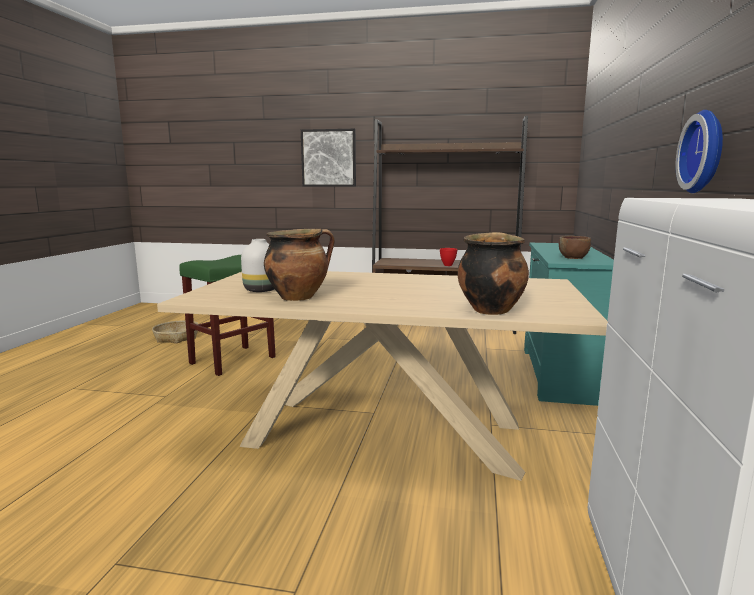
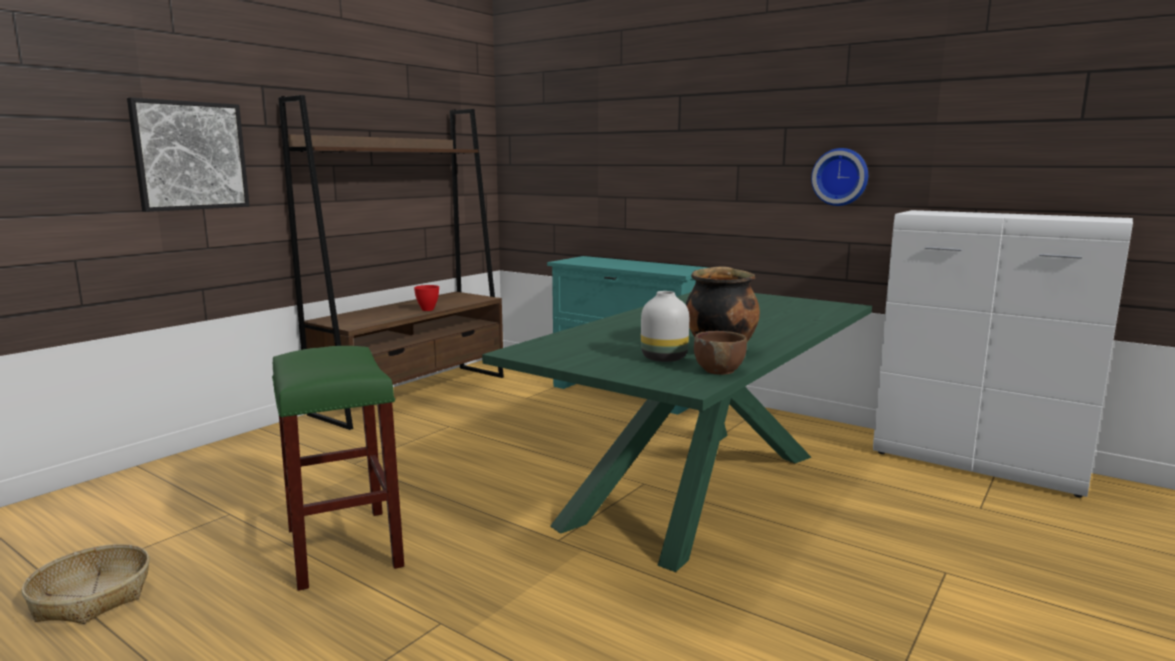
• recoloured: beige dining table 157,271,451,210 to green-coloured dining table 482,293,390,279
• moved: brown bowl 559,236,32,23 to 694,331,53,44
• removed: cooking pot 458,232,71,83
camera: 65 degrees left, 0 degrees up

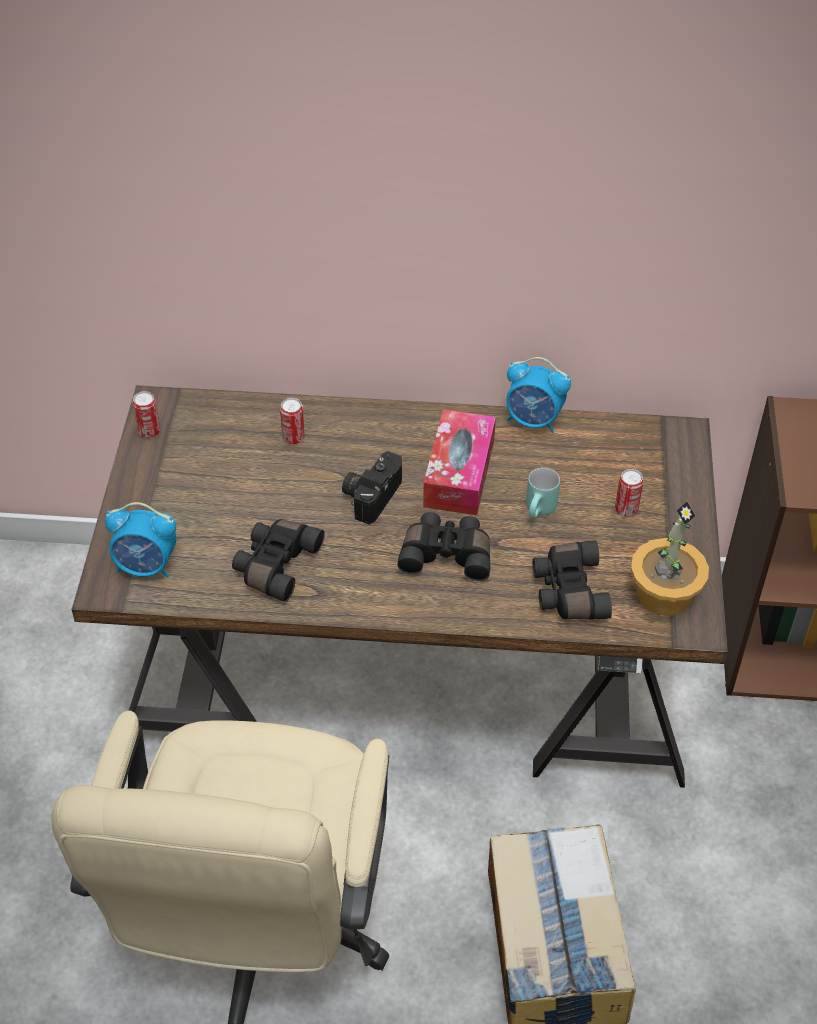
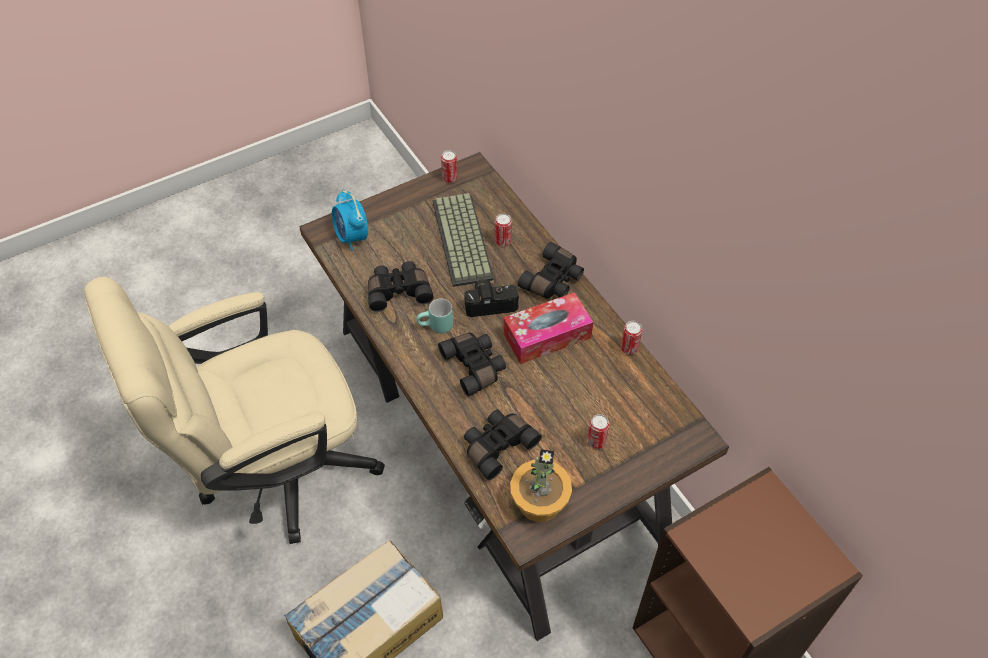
• moved: turquoise tea mug 526,467,34,52 to 417,299,36,35
• added: computer keyboard 433,193,61,94
• added: black pair of binoculars 518,242,66,56
• replaced: table clock 506,357,65,76 to sealed can 621,321,21,34
camera: 55 degrees right, 5 degrees up

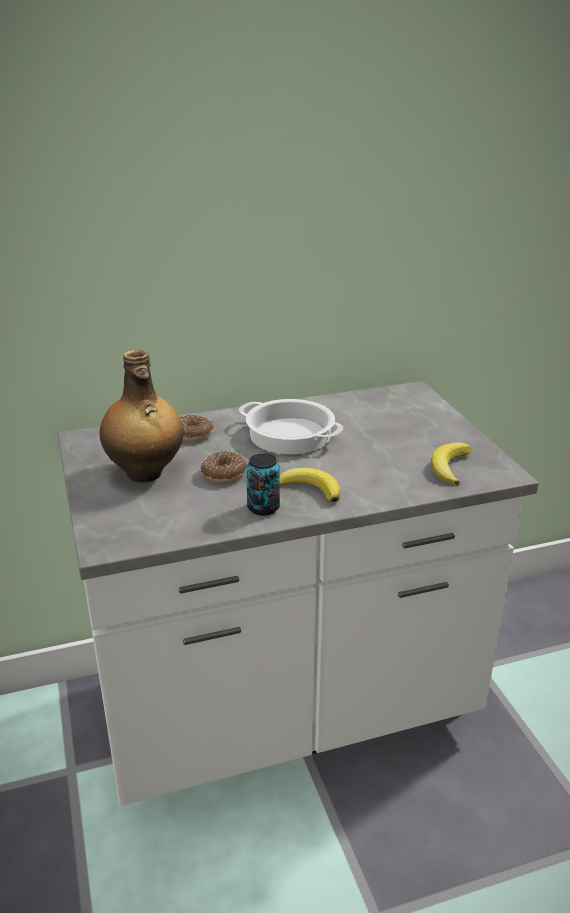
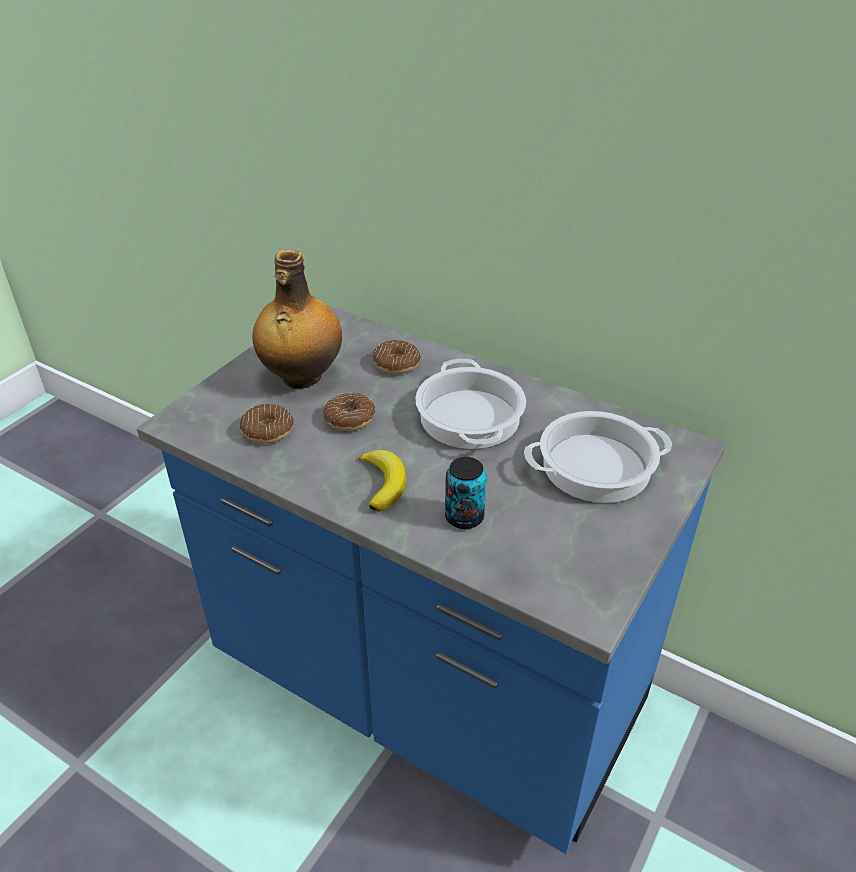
• recoloured: white-coloured kitchen base unit 57,381,482,425 to bluish kitchen base unit 137,305,589,549
• added: doughnut 240,404,54,39
• moved: sealed can 246,453,34,63 to 445,457,42,72
• added: cooking pot 524,411,148,92
• removed: banana fruit 431,442,40,43
camera: 50 degrees right, 10 degrees up

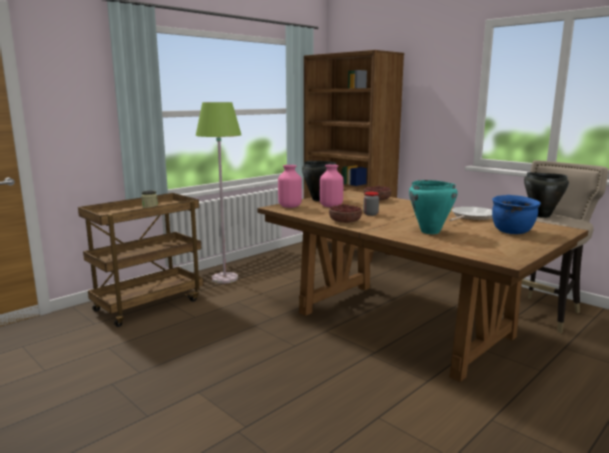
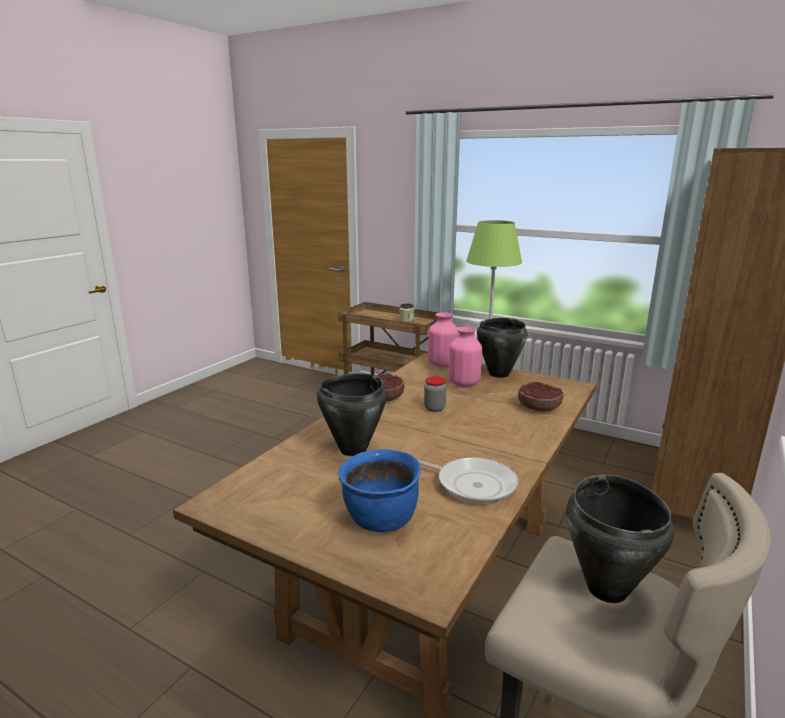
• recoloured: turquoise cooking pot 409,180,49,54 to black cooking pot 317,373,70,83
camera: 75 degrees right, 5 degrees up

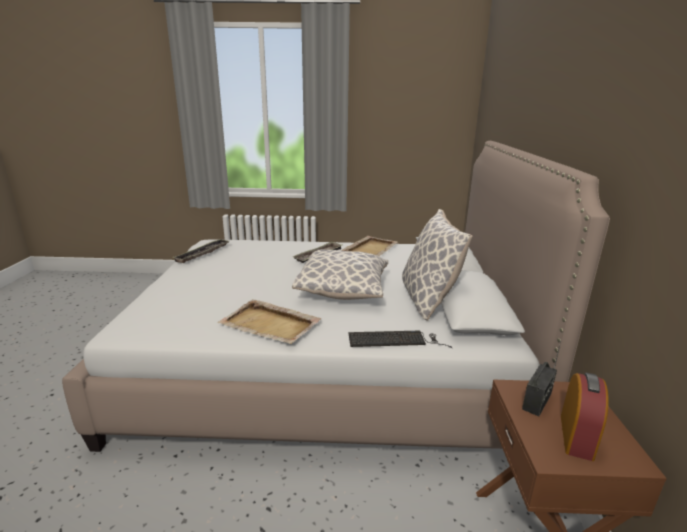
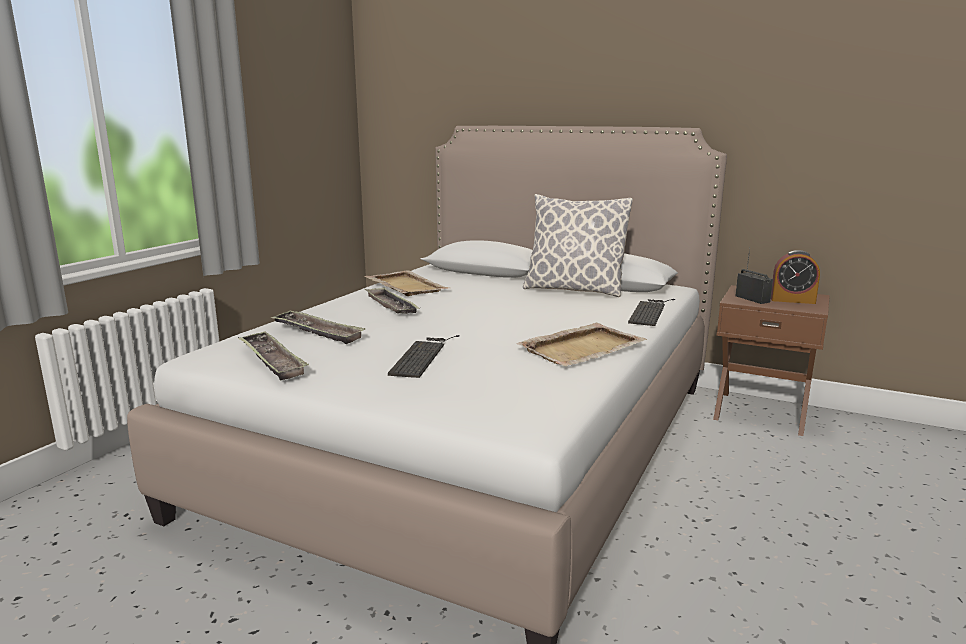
• added: tray 271,310,94,34
• added: computer keyboard 388,335,72,43
• turned: table clock 561,373,47,88 = 771,250,49,54 150 degrees clockwise
• removed: throw pillow 292,250,96,50
camera: 65 degrees left, 5 degrees down

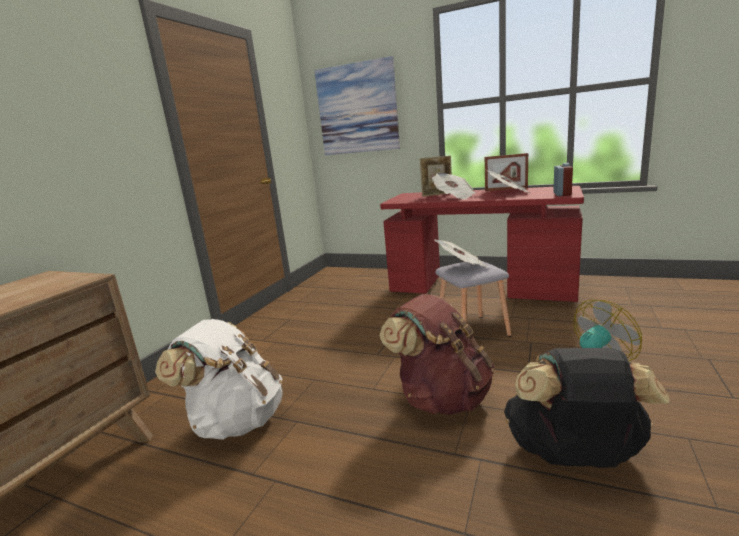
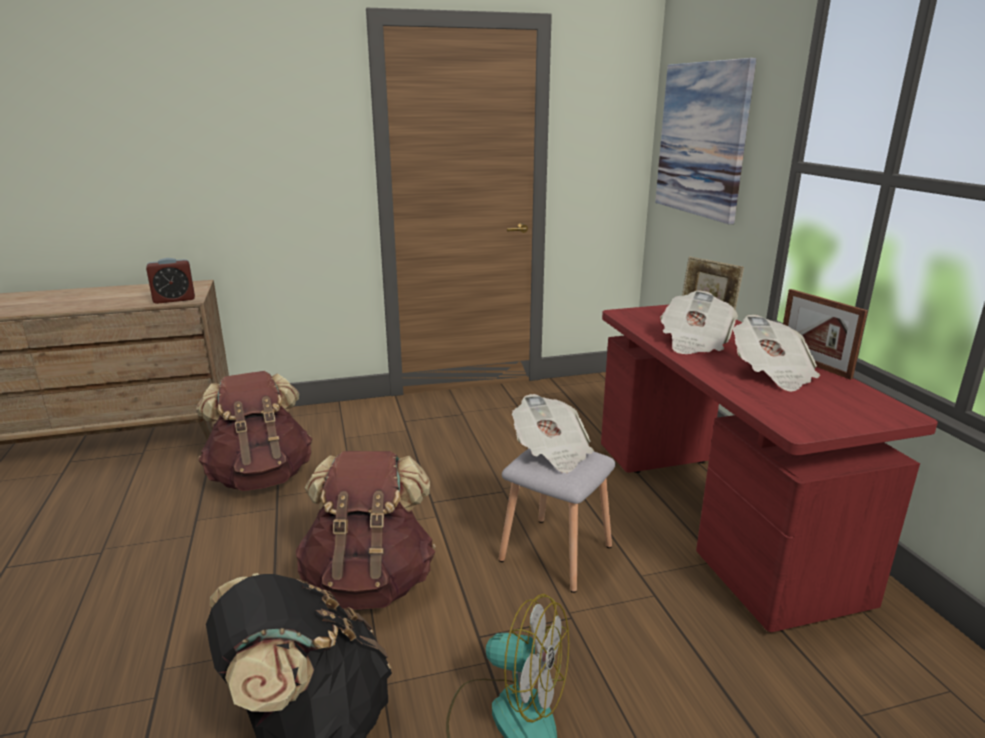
• moved: table clock 553,163,20,33 to 146,258,49,46
• recoloured: white-coloured backpack 155,319,128,121 to brown backpack 196,371,116,120
camera: 50 degrees right, 5 degrees up

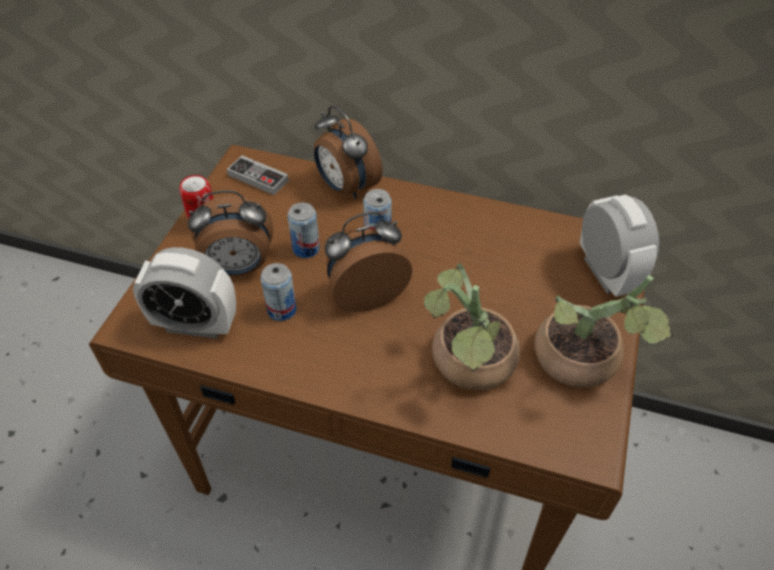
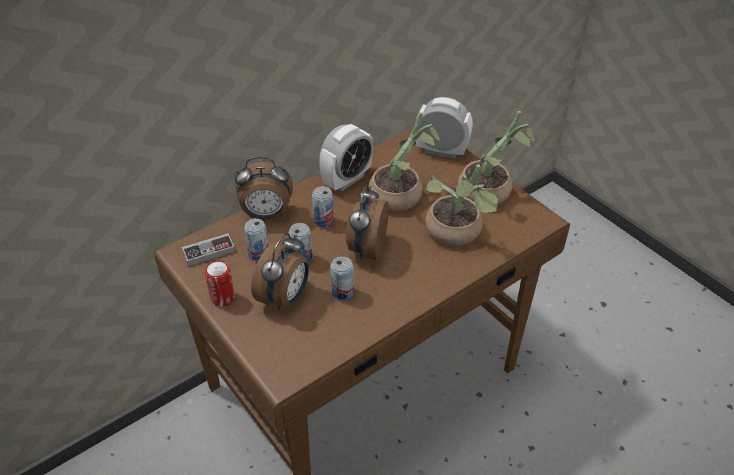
• added: sealed can 244,218,25,43
• moved: table clock 133,247,103,92 to 319,124,54,68
• added: potted plant 368,112,72,100
camera: 55 degrees left, 5 degrees down

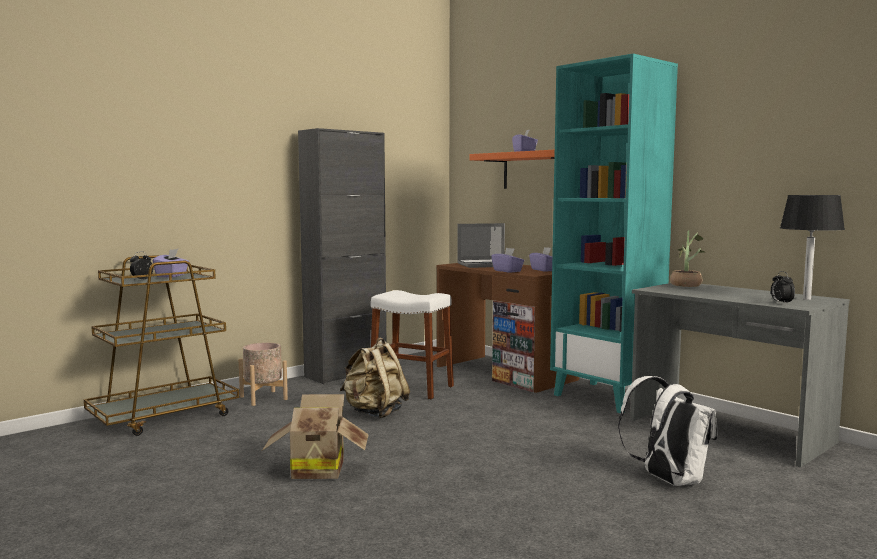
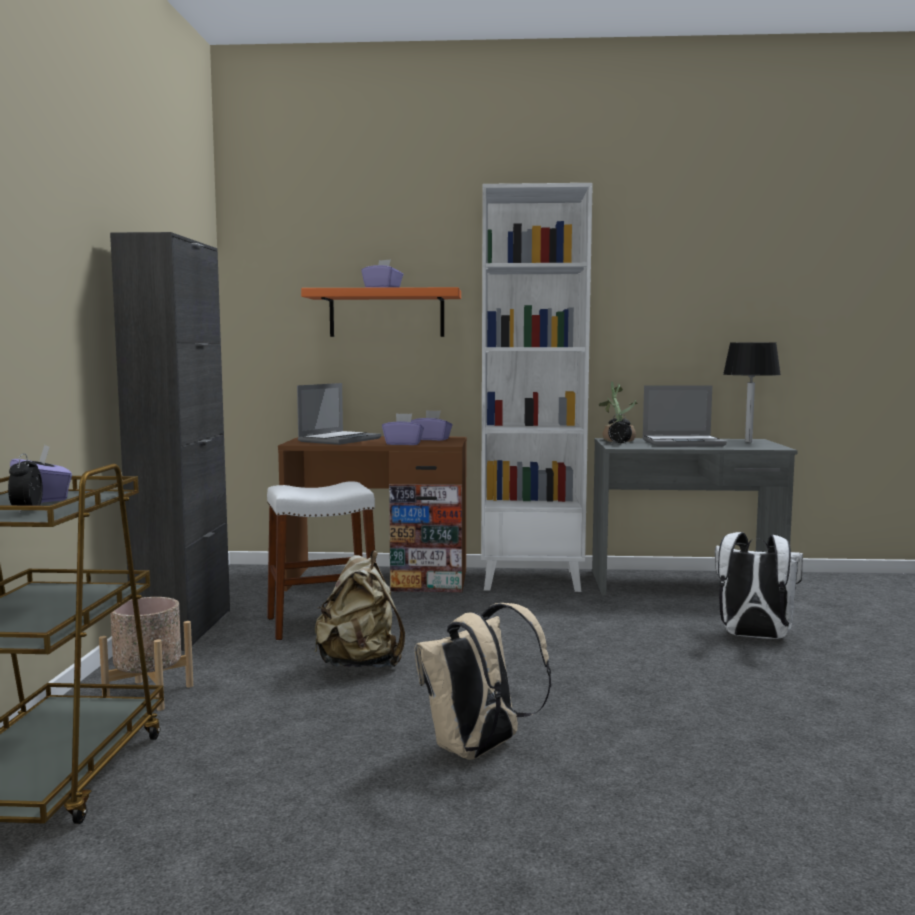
• replaced: packing box 262,394,107,85 to beige backpack 414,603,137,157
• recoloured: turquoise shelving unit 550,54,128,360 to white-coloured shelving unit 481,183,112,409
• moved: table clock 771,271,24,33 to 608,414,24,30
• added: portable computer 642,386,85,60
camera: 45 degrees left, 0 degrees up

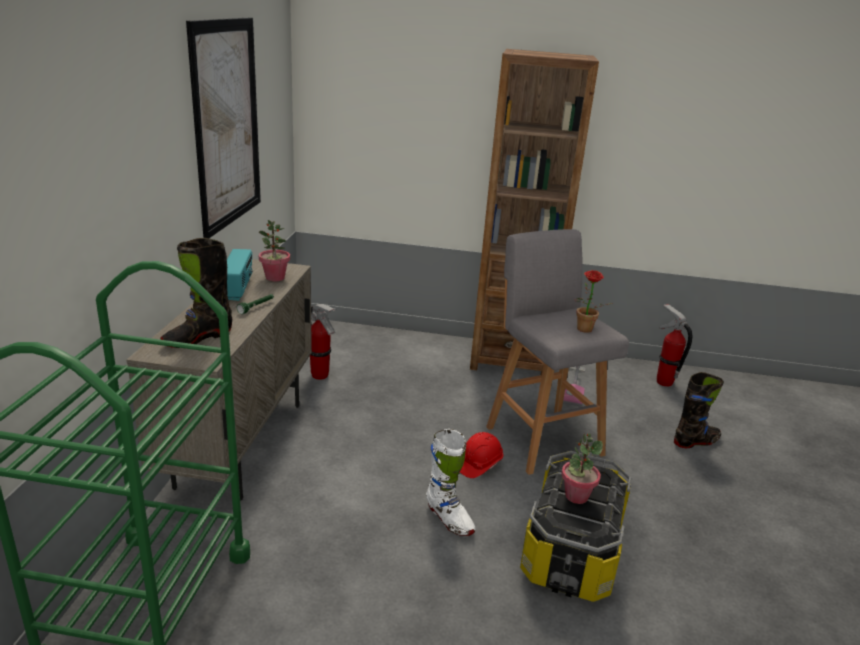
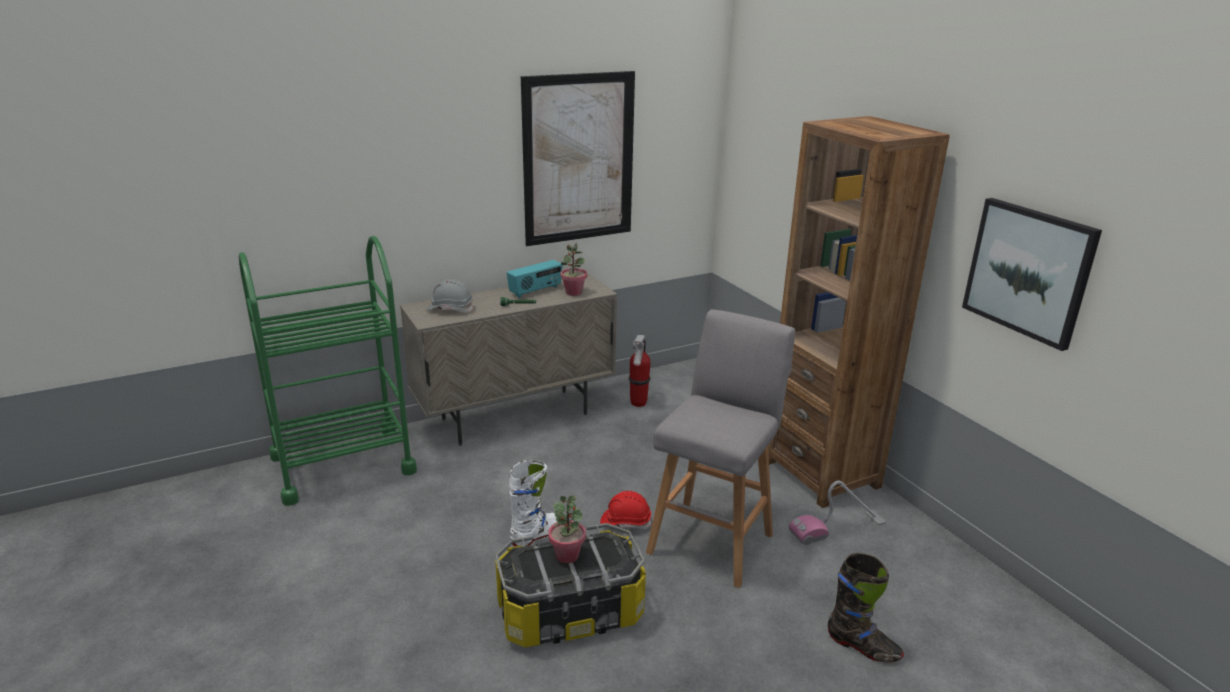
• replaced: black high-top boot 160,238,72,110 to greyish work helmet 427,279,47,34
• turned: white-coloured high-top boot 426,429,50,107 = 509,460,48,87 150 degrees counterclockwise
• added: wall picture 962,198,140,153
• removed: potted plant 574,270,39,63
• removed: extinguisher 657,304,35,83
camera: 55 degrees right, 0 degrees up

